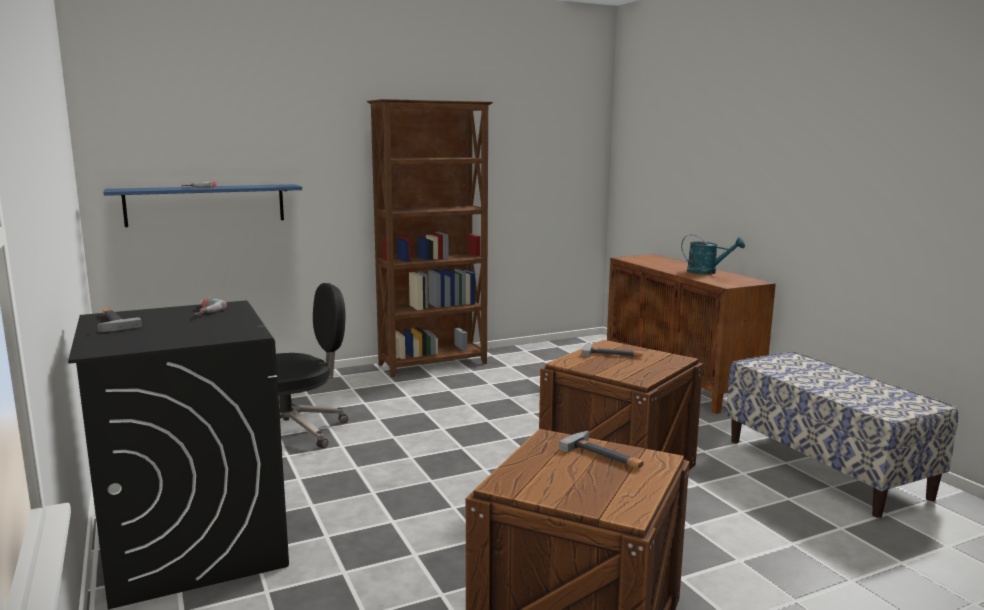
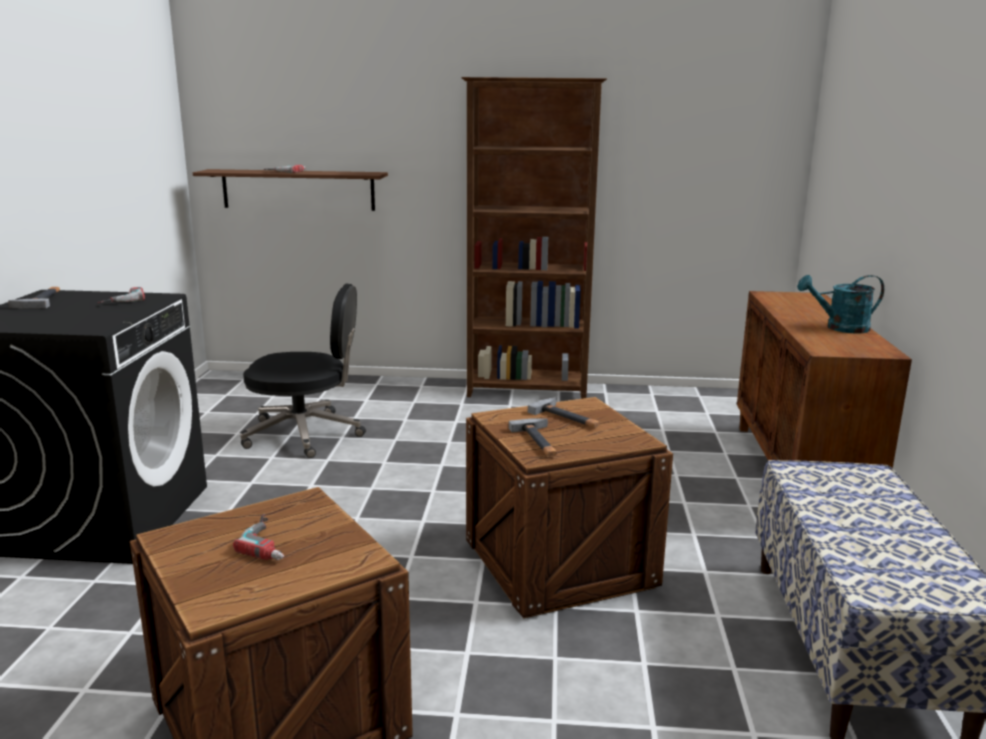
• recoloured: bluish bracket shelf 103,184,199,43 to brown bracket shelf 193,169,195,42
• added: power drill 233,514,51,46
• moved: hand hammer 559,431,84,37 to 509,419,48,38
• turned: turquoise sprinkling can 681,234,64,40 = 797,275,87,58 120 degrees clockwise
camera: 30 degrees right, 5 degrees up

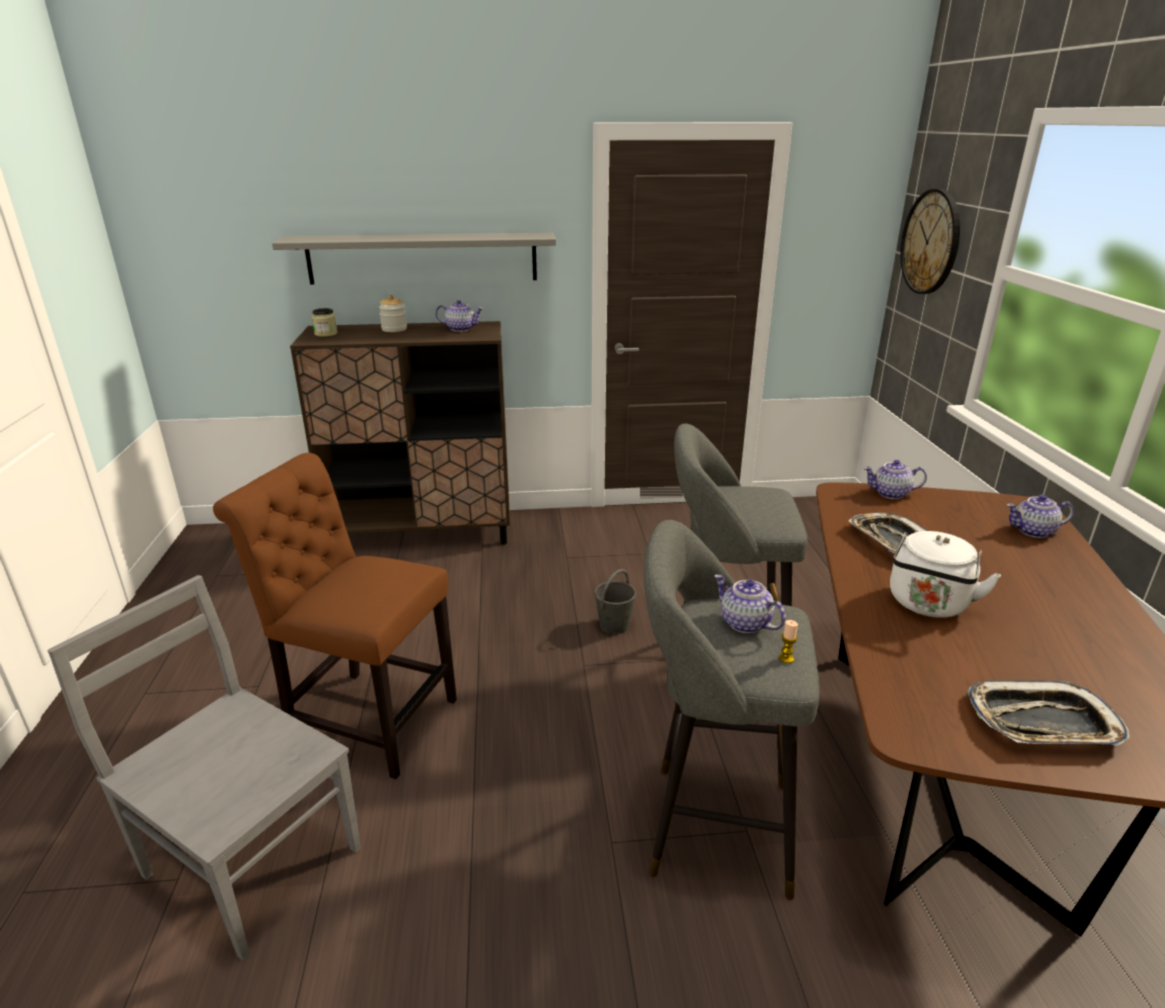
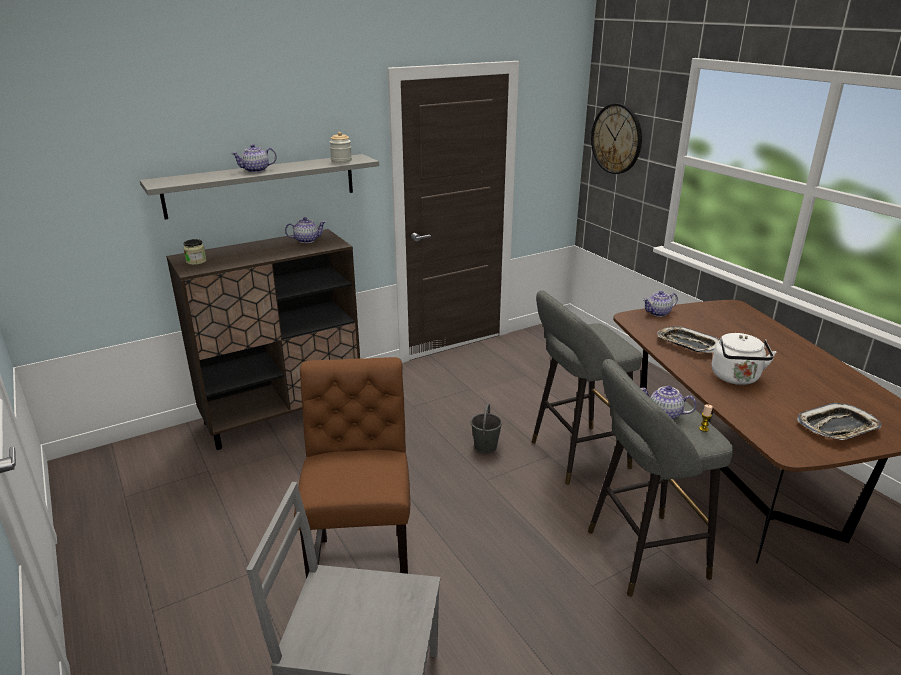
• moved: teapot 1007,495,67,43 to 231,144,46,28
• turned: brown plain chair 213,453,244,326 = 294,357,116,222 90 degrees clockwise
• moved: jar 379,295,28,37 to 330,132,22,31
camera: 25 degrees left, 0 degrees up

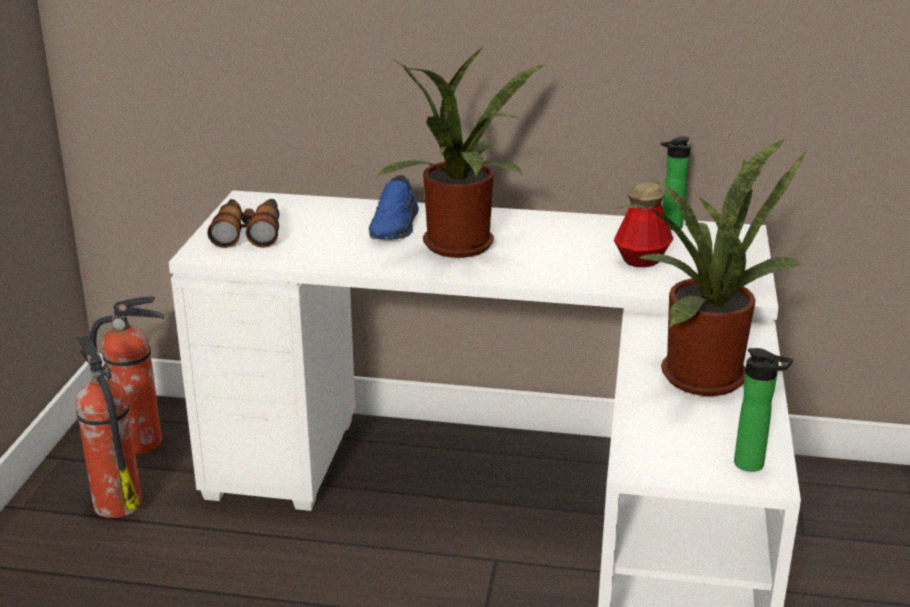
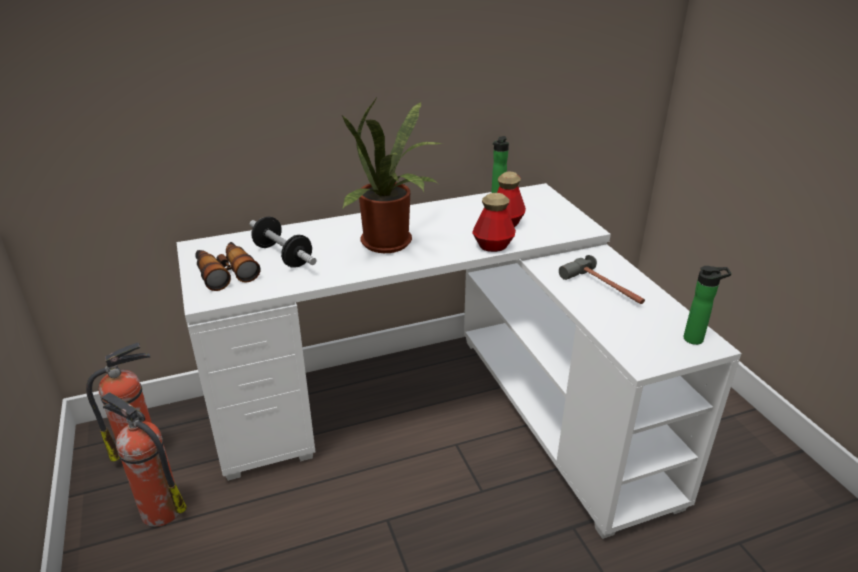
• added: dumbbell 250,216,66,52
• added: beverage bottle 472,193,44,59
• replaced: potted plant 614,139,192,257 to hand hammer 559,255,86,49
• removed: bluish shoe 369,175,50,65
camera: 30 degrees left, 5 degrees up

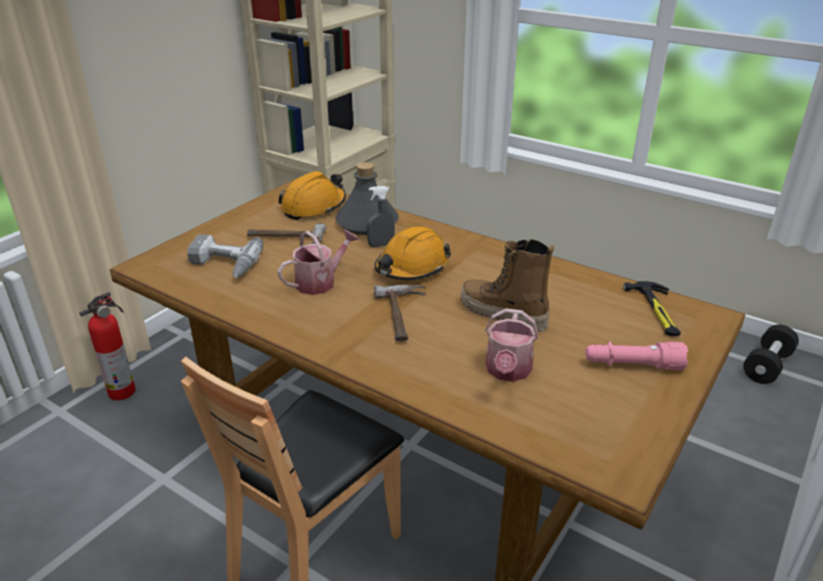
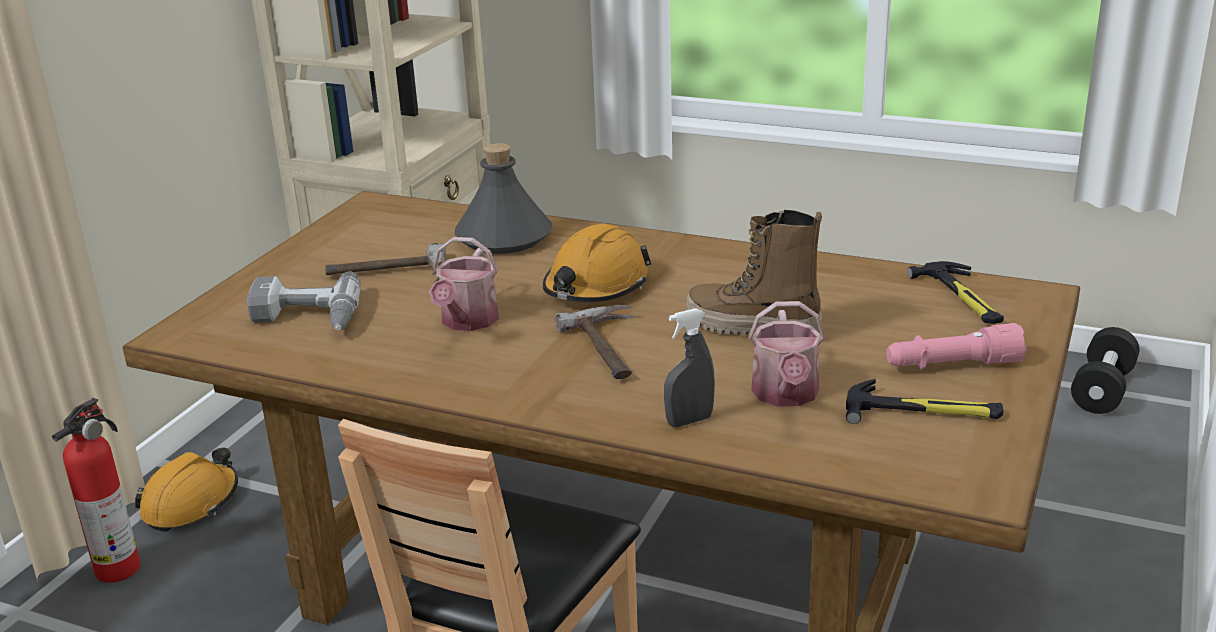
• moved: orange work helmet 278,171,68,49 to 135,448,103,84
• turned: sprinkling can 277,230,82,65 = 429,237,70,94 150 degrees clockwise
• moved: greyish spray bottle 367,186,28,61 to 664,308,51,119
• added: hand hammer 846,379,158,45
camera: 10 degrees left, 5 degrees down

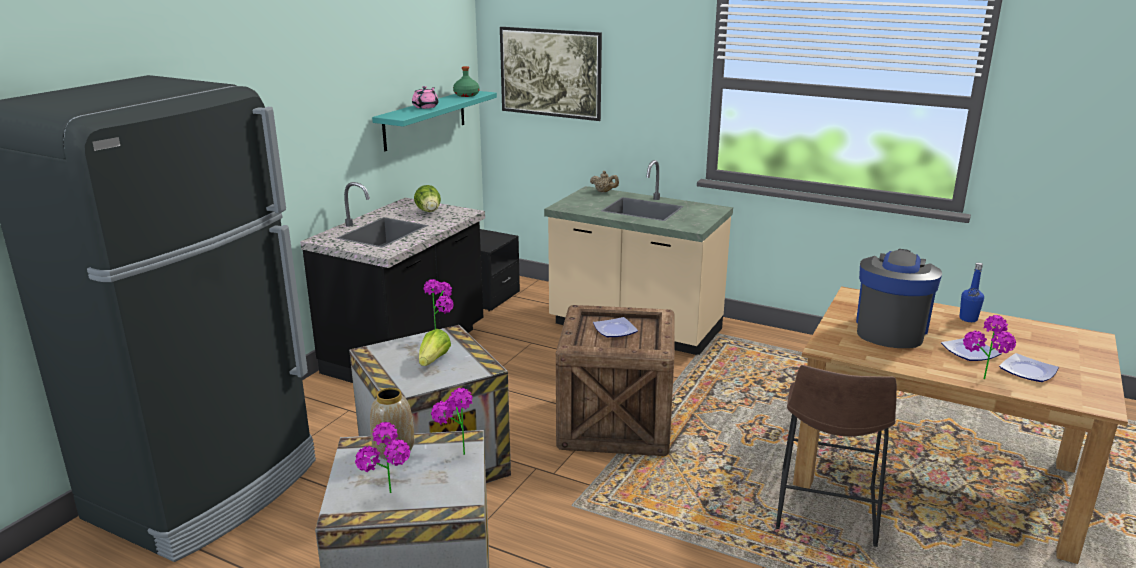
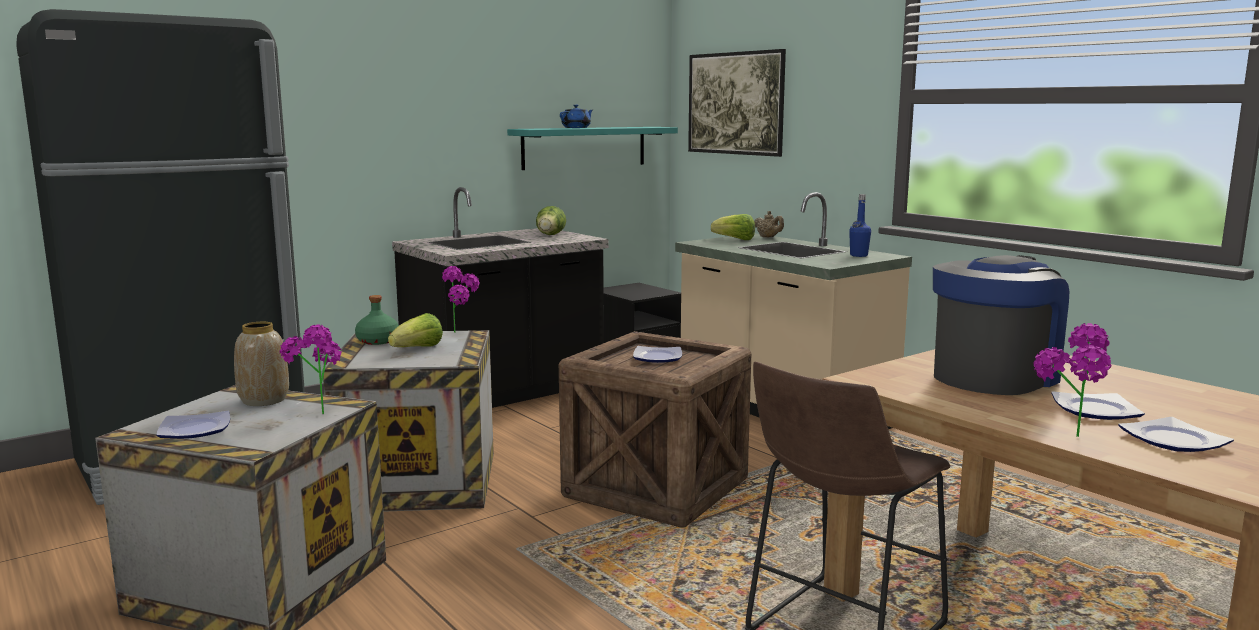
• replaced: potted plant 355,422,55,71 to plate 157,411,73,28
• moved: green-coloured beverage bottle 453,66,27,31 to 355,295,44,50
• recoloured: pink-coloured teapot 412,86,27,23 to bluish teapot 560,105,33,23
• added: lettuce head 711,214,44,26
• moved: bluish beverage bottle 959,263,25,59 to 849,194,22,63
camera: 25 degrees right, 10 degrees down

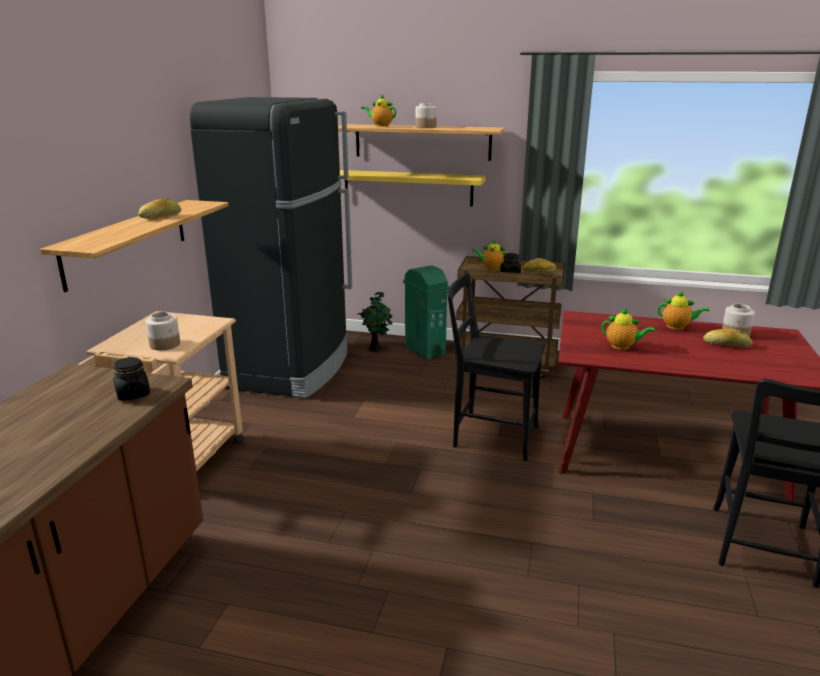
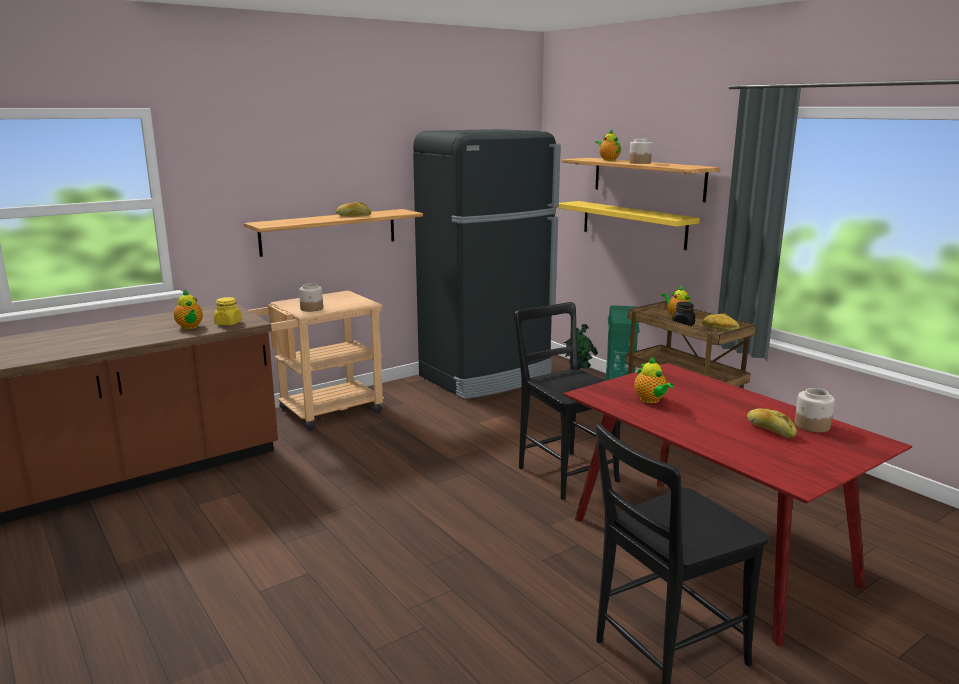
• moved: teapot 658,290,51,40 to 174,289,29,40
• recoloured: black jar 113,357,37,44 to yellow jar 214,297,28,28
camera: 40 degrees right, 5 degrees down

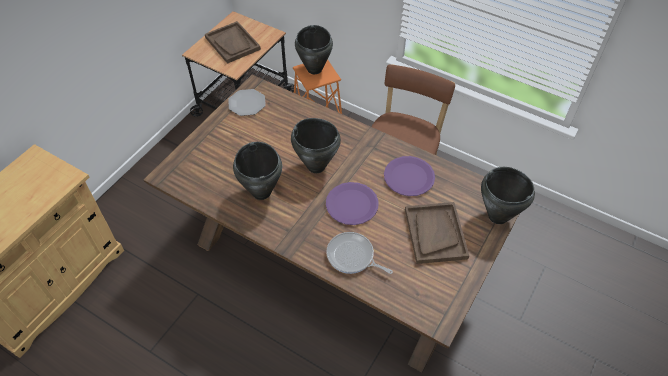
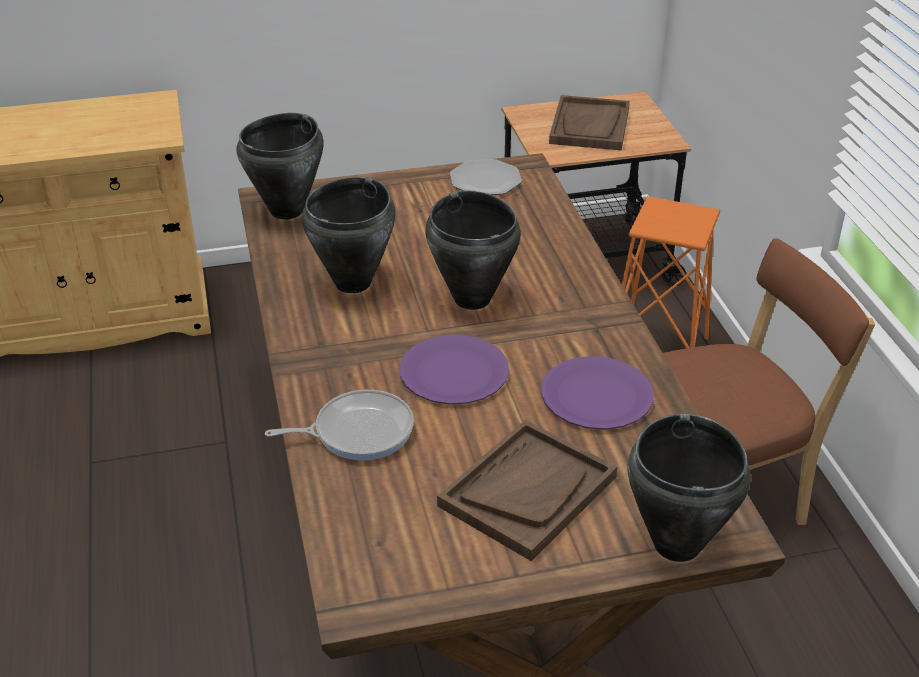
• moved: black cooking pot 295,25,38,49 to 237,113,87,106
• turned: pan 326,232,67,42 = 265,390,149,70 90 degrees clockwise
camera: 45 degrees right, 15 degrees down

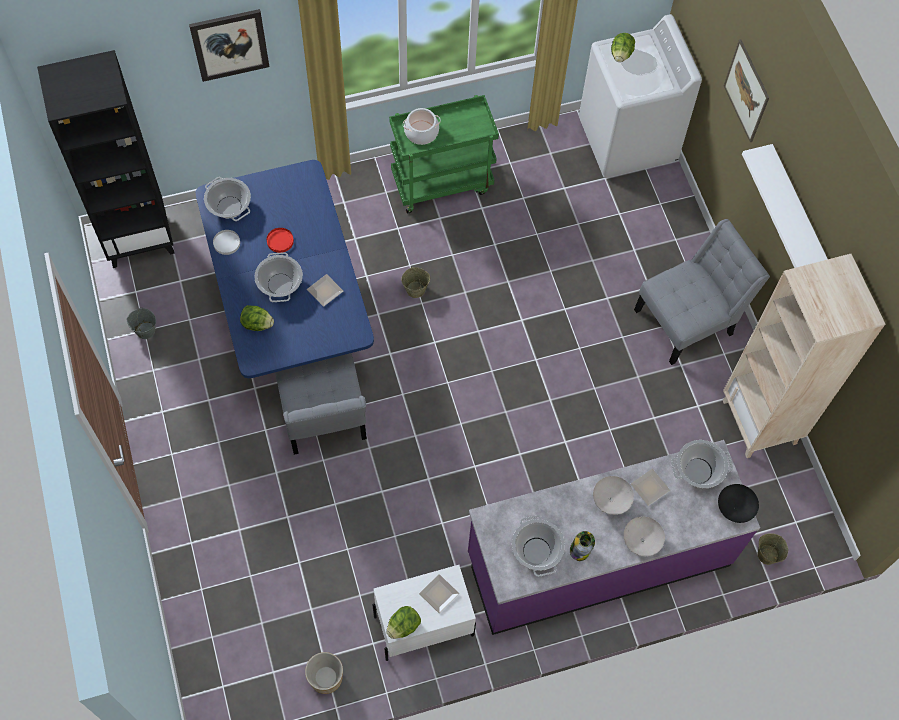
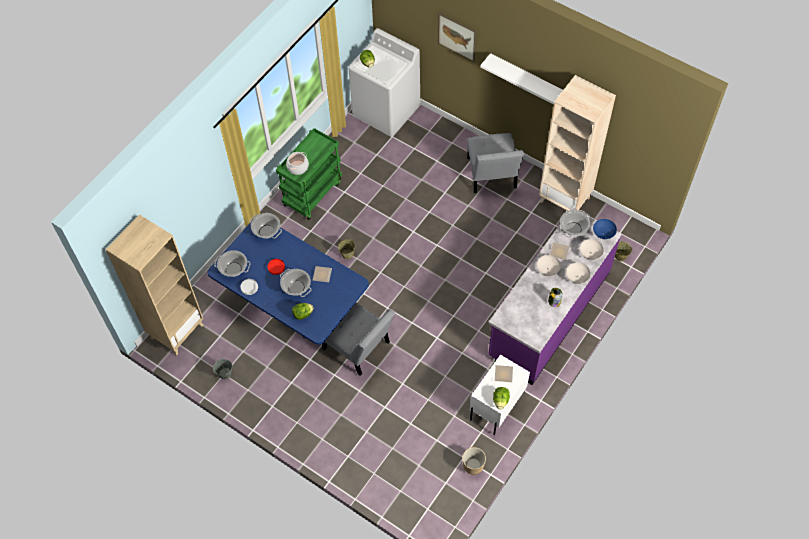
• recoloured: black shelving unit 37,50,138,218 to beige shelving unit 106,214,97,142
• moved: cooking pot 512,515,53,62 to 250,213,32,26
• turned: greyish plain chair 634,219,136,146 = 467,133,57,60 150 degrees clockwise
• added: white-coloured bowl 580,239,24,21
• recoloured: black bowl 718,484,41,39 to bluish bowl 593,219,24,20
• removed: wall picture 189,9,80,73
camera: 35 degrees left, 5 degrees down

